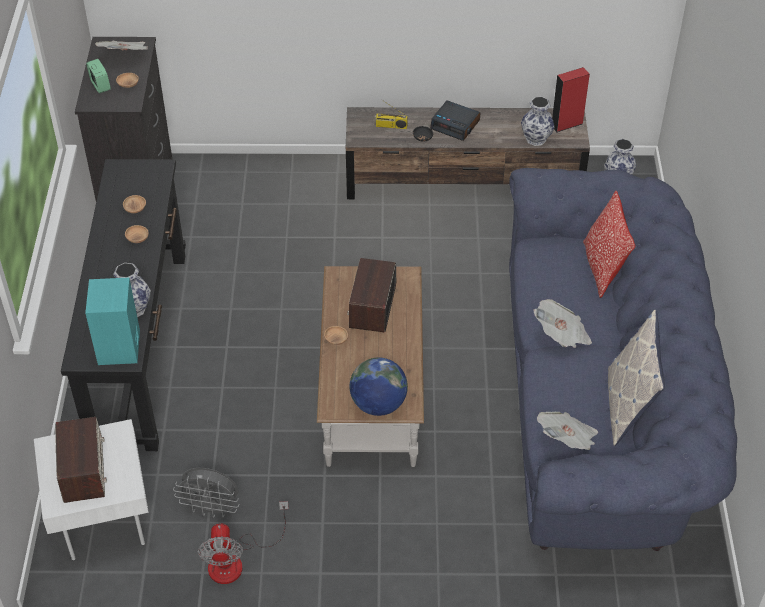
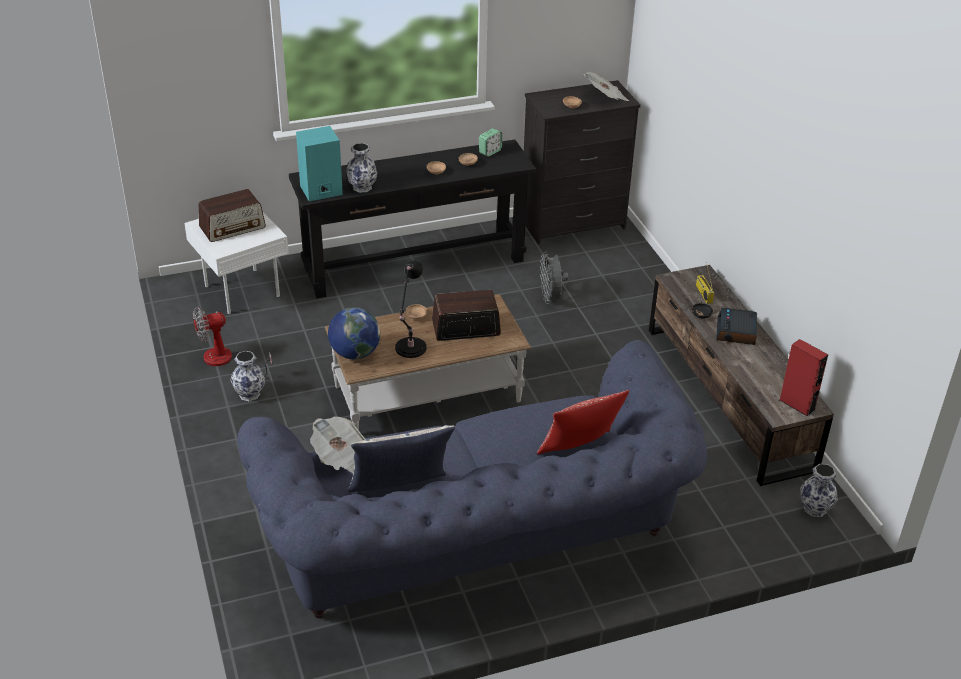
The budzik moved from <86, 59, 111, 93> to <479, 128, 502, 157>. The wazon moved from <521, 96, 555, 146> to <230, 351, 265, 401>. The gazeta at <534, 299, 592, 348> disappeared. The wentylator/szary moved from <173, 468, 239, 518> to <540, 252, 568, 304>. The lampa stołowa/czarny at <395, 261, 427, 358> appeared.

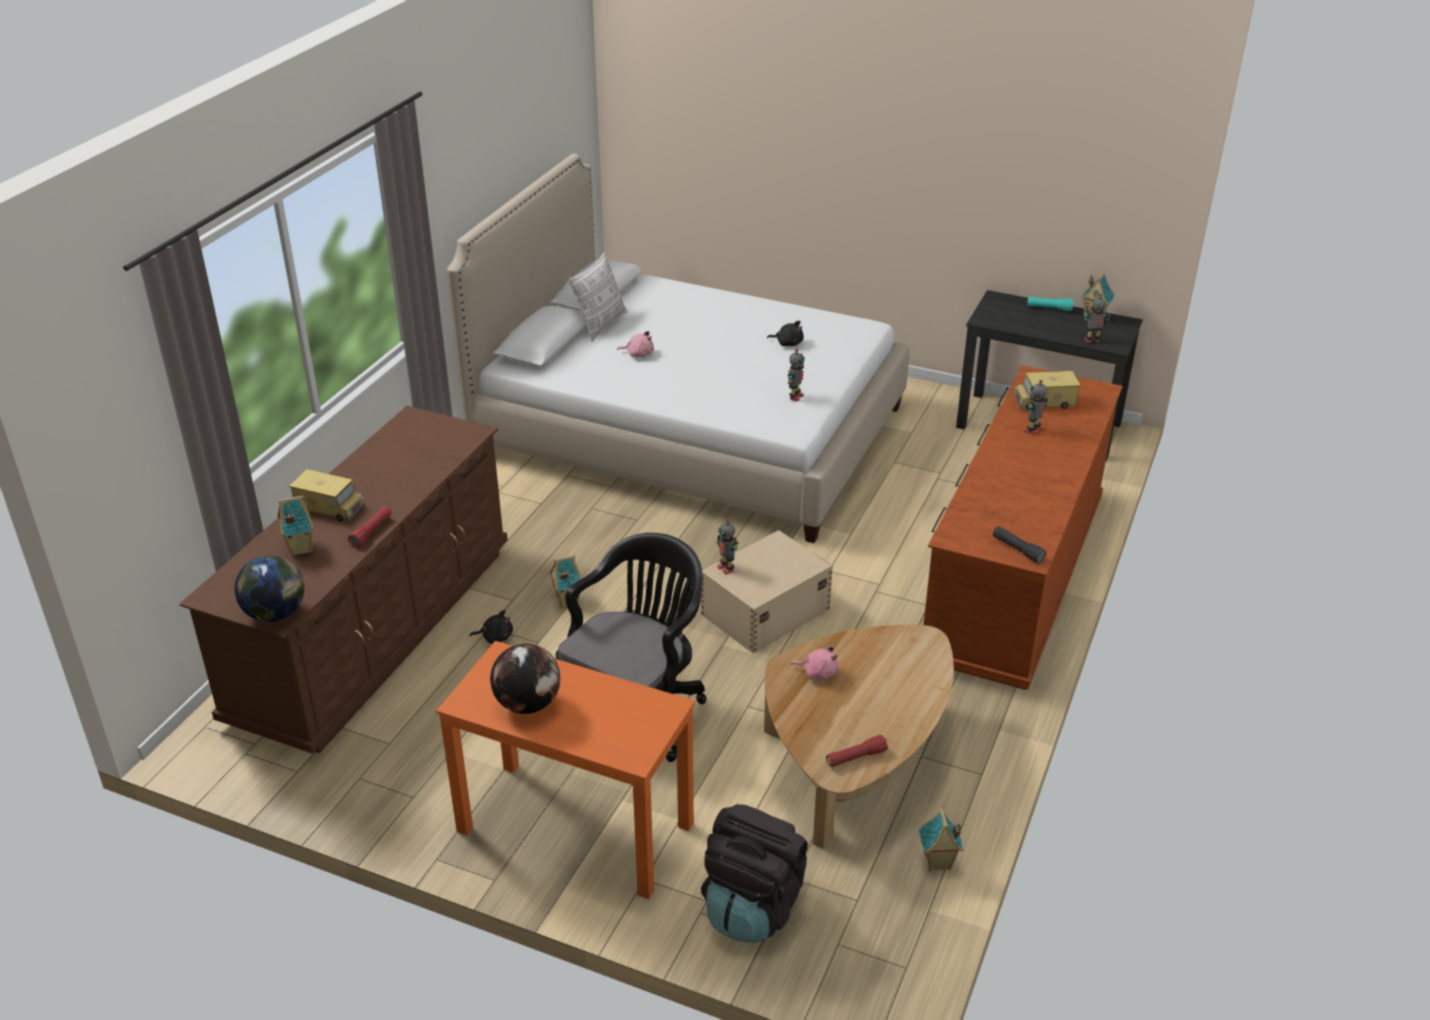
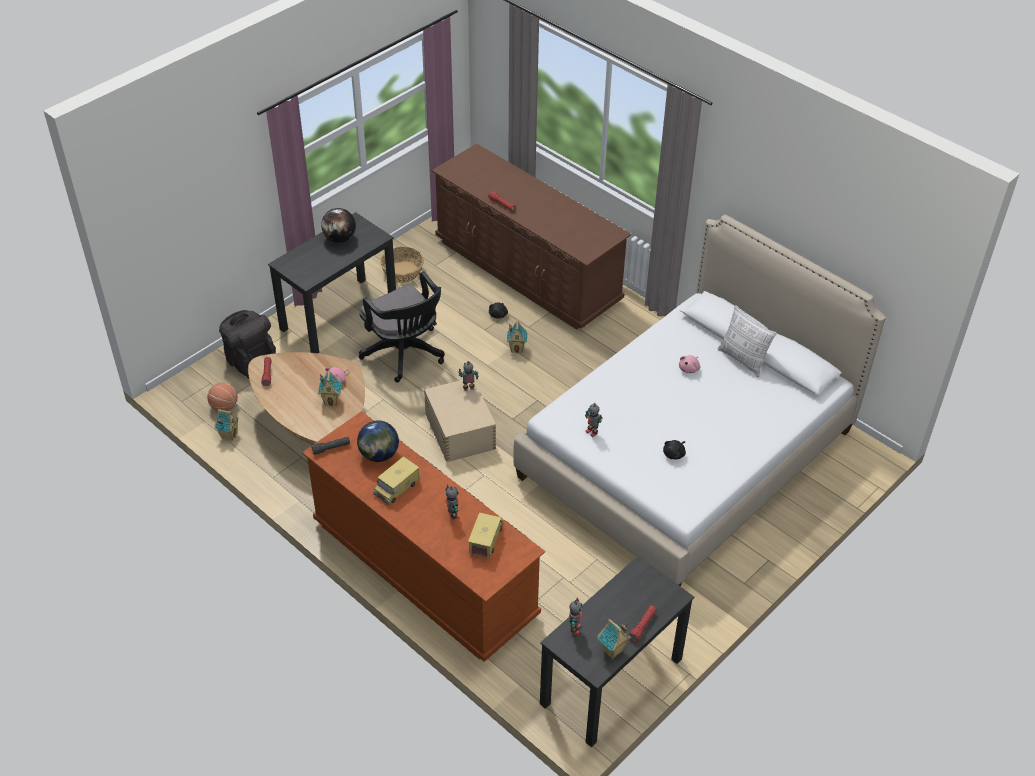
The latarka/turkusowy at <1027, 297, 1073, 311> became the latarka/czerwony at <629, 605, 657, 642>. The ciężarówka zabawkowa moved from <289, 469, 365, 521> to <373, 456, 420, 505>. The domek moved from <277, 496, 314, 556> to <318, 370, 342, 406>. The globus moved from <235, 555, 304, 622> to <357, 421, 399, 462>. The biurko/pomarańczowy at <436, 641, 695, 899> became the biurko/czarny at <268, 212, 396, 353>. The koszyk at <380, 247, 424, 283> appeared. The piłka do koszykówki at <207, 382, 238, 411> appeared.

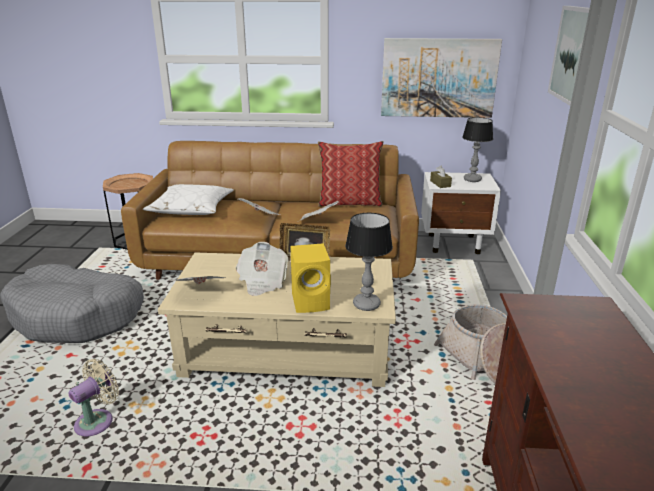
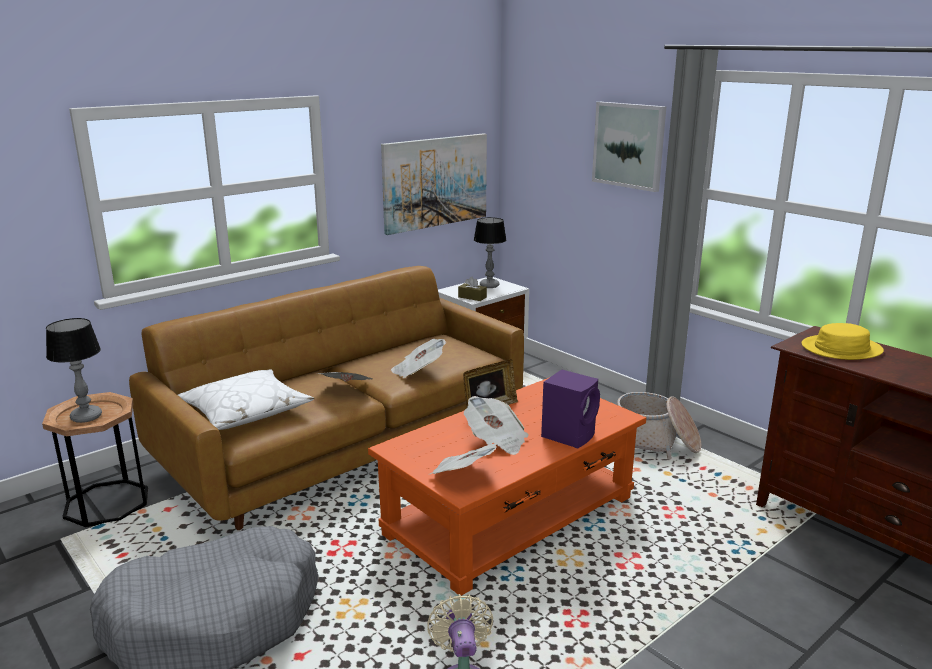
The poduszka at <318, 141, 384, 207> disappeared. The lampa stołowa moved from <345, 213, 393, 311> to <46, 318, 102, 423>. The głośnik/żółty at <290, 243, 331, 313> became the głośnik/fioletowy at <541, 370, 600, 449>. The ława/beżowy at <158, 253, 396, 387> became the ława/pomarańczowy at <368, 377, 646, 596>. The kapelusz/żółty at <802, 323, 884, 360> appeared.

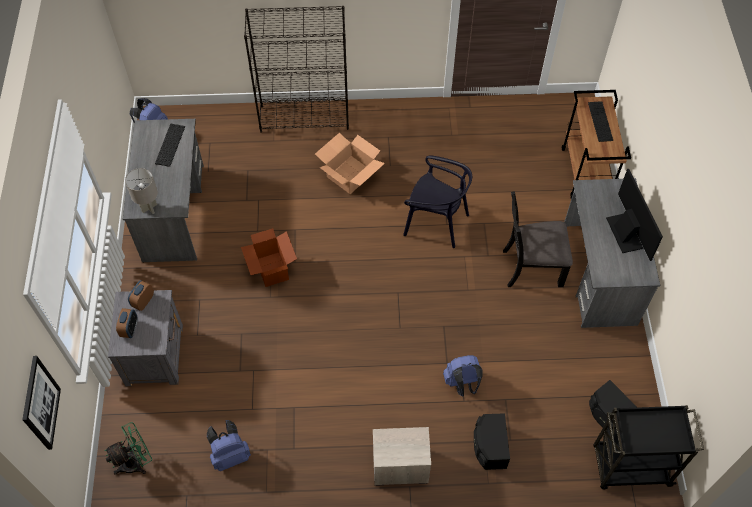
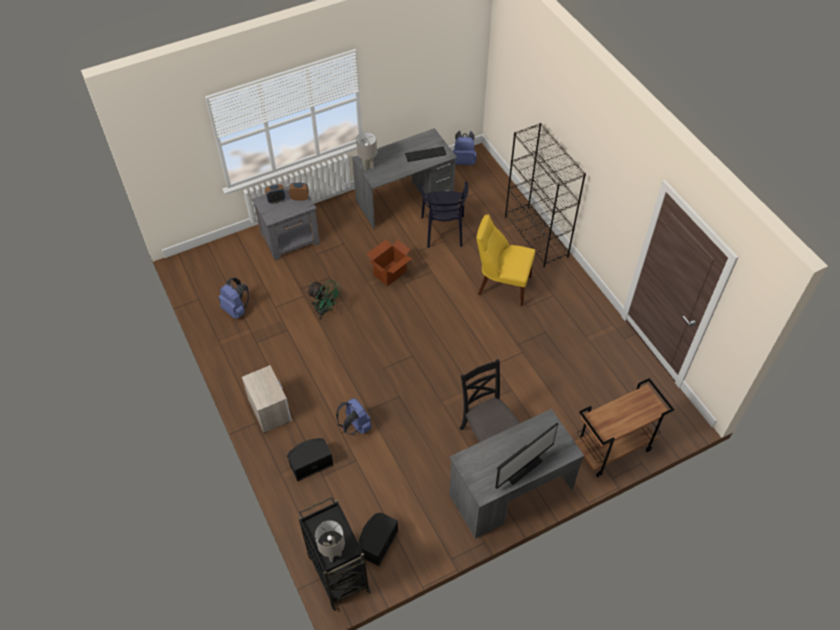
The klawiatura at <588, 101, 613, 142> disappeared. The karton at <315, 133, 385, 194> was replaced by the krzesło/żółty at <476, 215, 535, 306>. The krzesło/czarny moved from <403, 155, 472, 248> to <420, 181, 468, 248>. The obraz at <22, 356, 61, 450> disappeared. The wentylator/zielony moved from <105, 422, 152, 475> to <307, 280, 342, 320>. The lampa stołowa/szary at <315, 520, 345, 562> appeared.

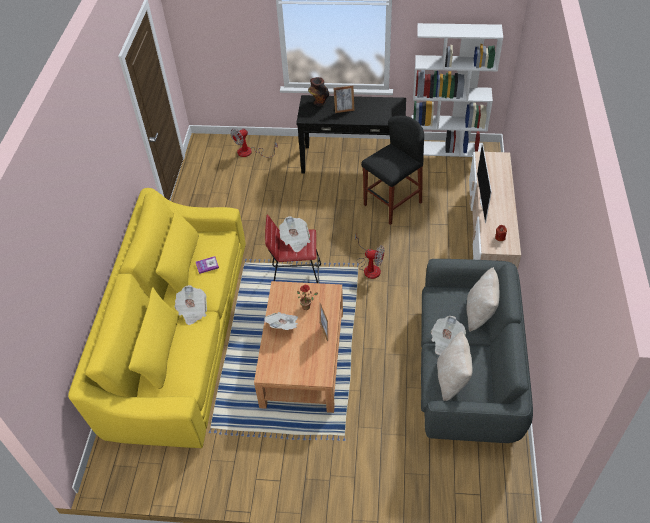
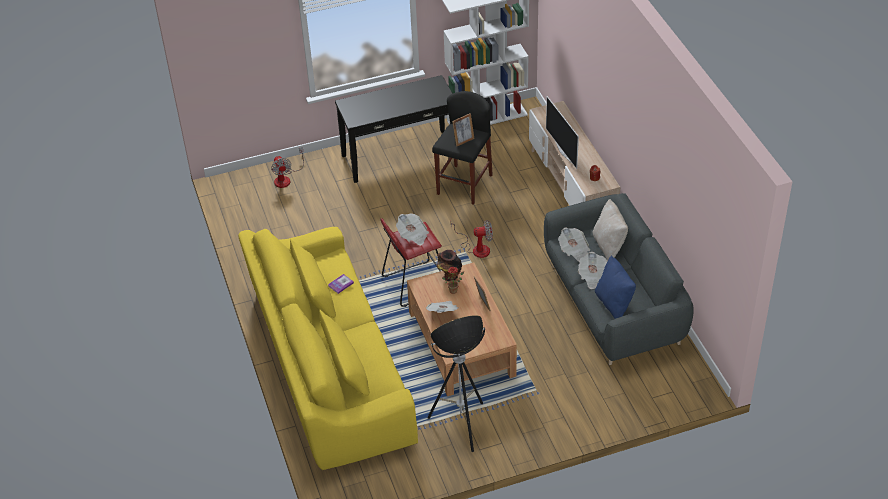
The wazon moved from <308, 77, 329, 106> to <437, 250, 462, 281>. The ramka na zdjęcie moved from <333, 85, 355, 113> to <452, 113, 475, 147>. The wentylator at <230, 129, 278, 158> turned 45 degrees counterclockwise. The gazeta moved from <175, 285, 207, 325> to <558, 227, 590, 262>. The poduszka/beżowy at <437, 331, 472, 401> became the poduszka/niebieski at <595, 256, 636, 319>. The lampa stojąca at <427, 315, 485, 452> appeared.

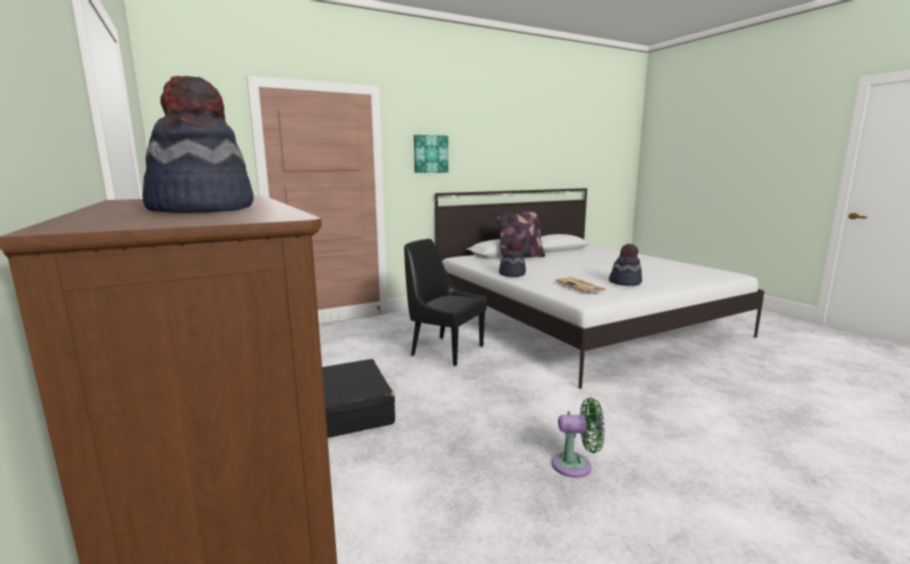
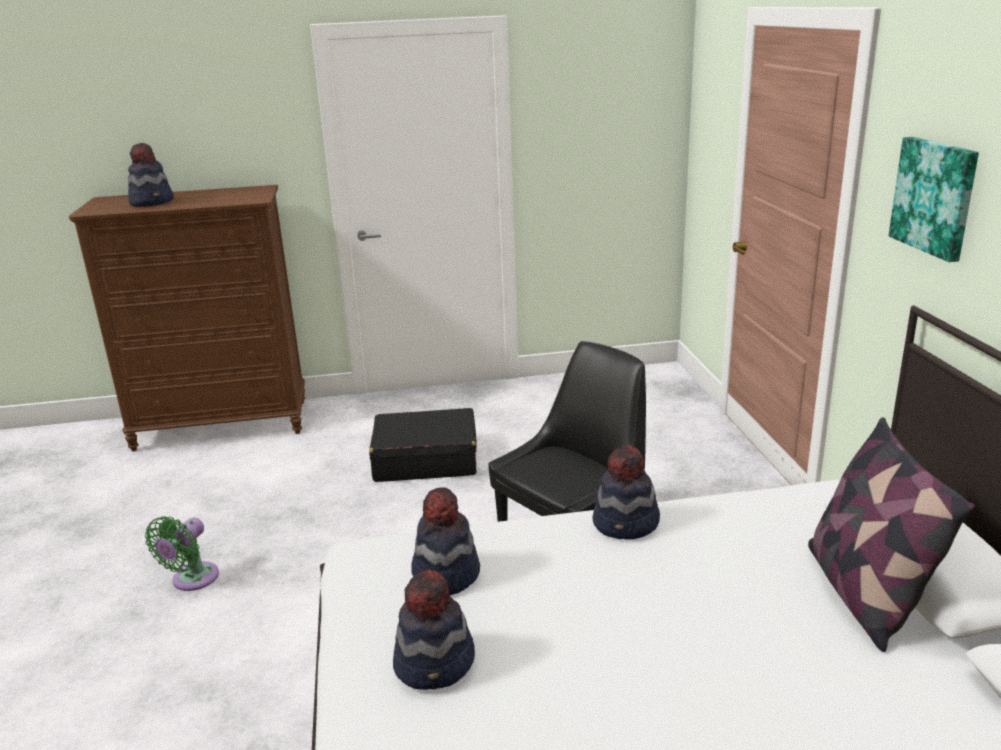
The gazeta at <555, 277, 607, 293> was replaced by the kapelusz at <411, 487, 480, 596>.

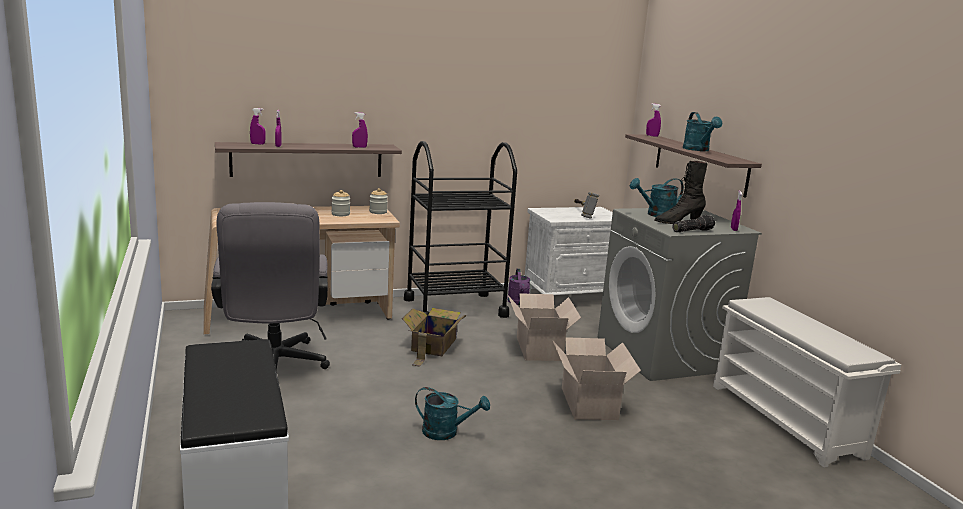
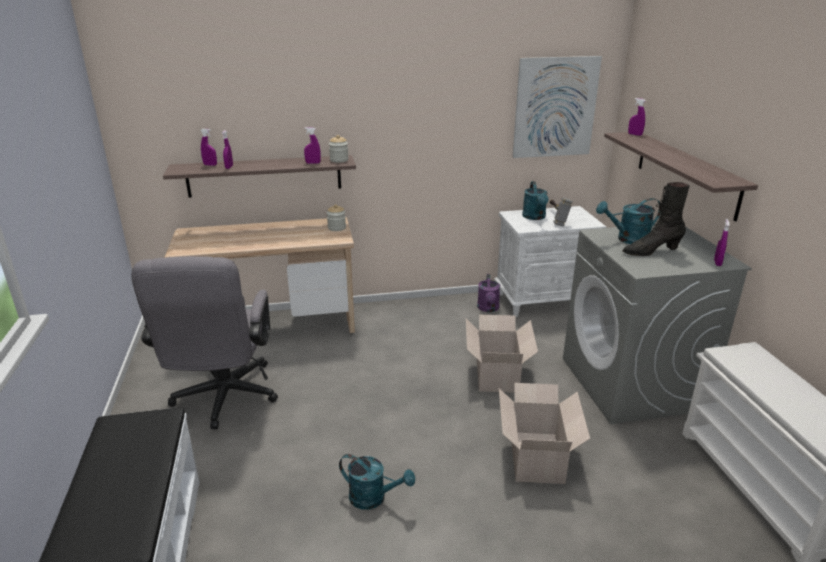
The konewka/turkusowy moved from <683, 112, 722, 151> to <522, 181, 549, 220>. The wózek/czarny at <404, 141, 517, 318> disappeared. The słoik moved from <331, 190, 350, 216> to <329, 135, 348, 163>. The latarka at <673, 215, 715, 232> disappeared. The karton at <402, 308, 466, 367> disappeared. The obraz at <513, 56, 602, 158> appeared.

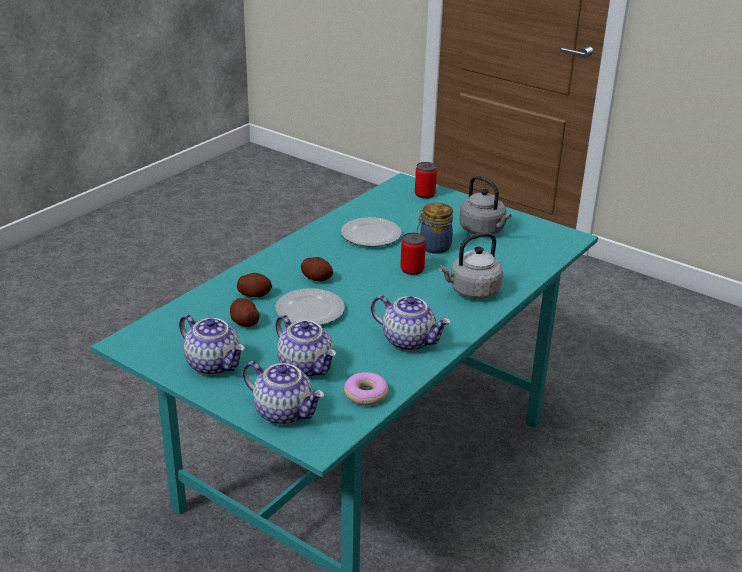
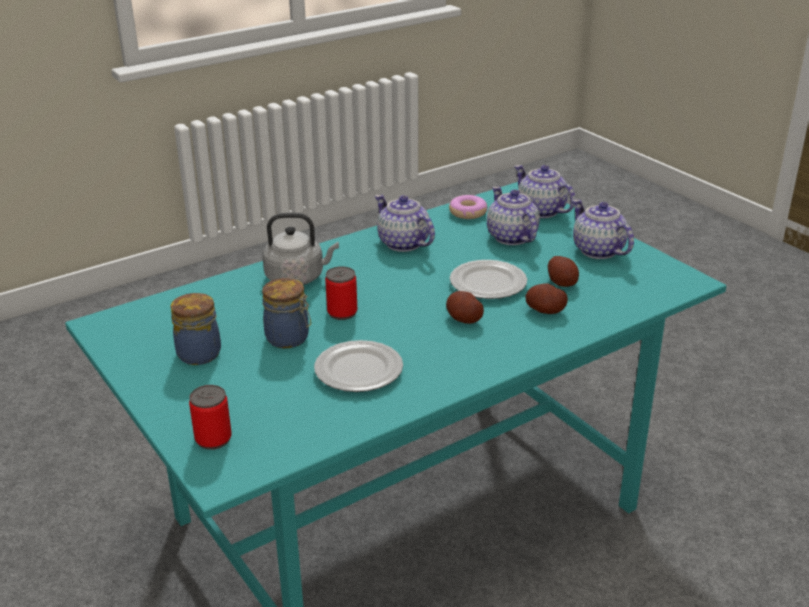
The czajnik/szary at <459, 176, 512, 234> was replaced by the słoik at <170, 293, 221, 365>.

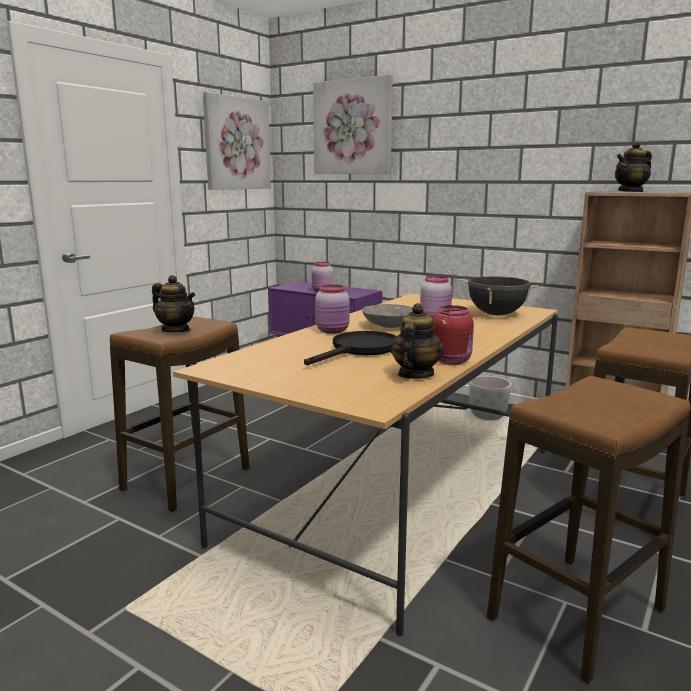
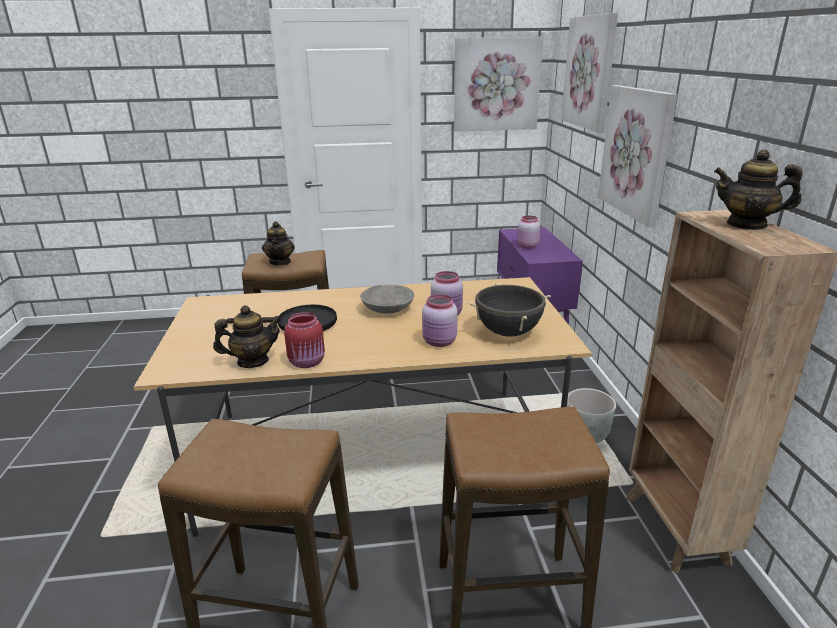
The słoik/różowy moved from <315, 284, 349, 334> to <422, 294, 458, 347>. The obraz at <598, 85, 678, 227> appeared.

